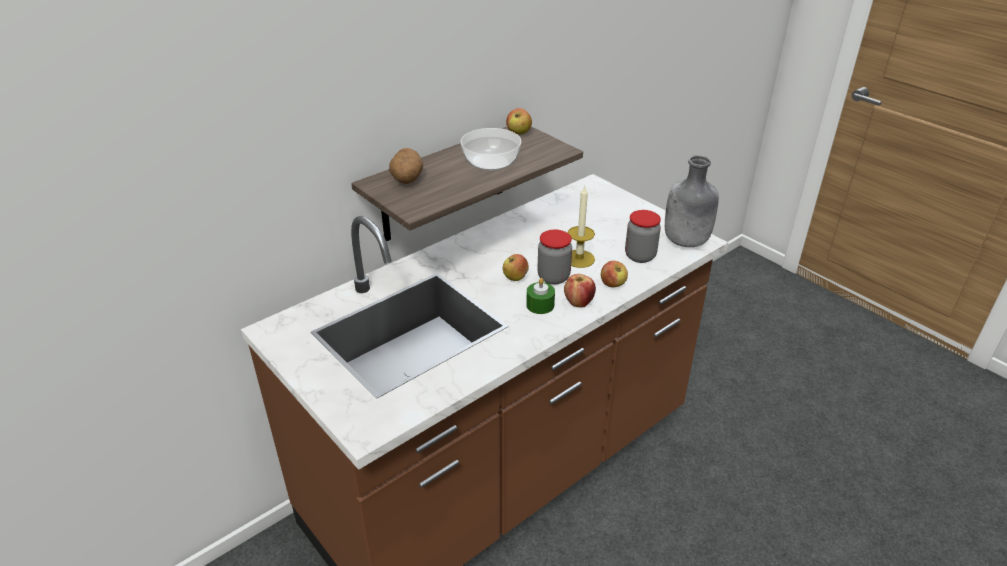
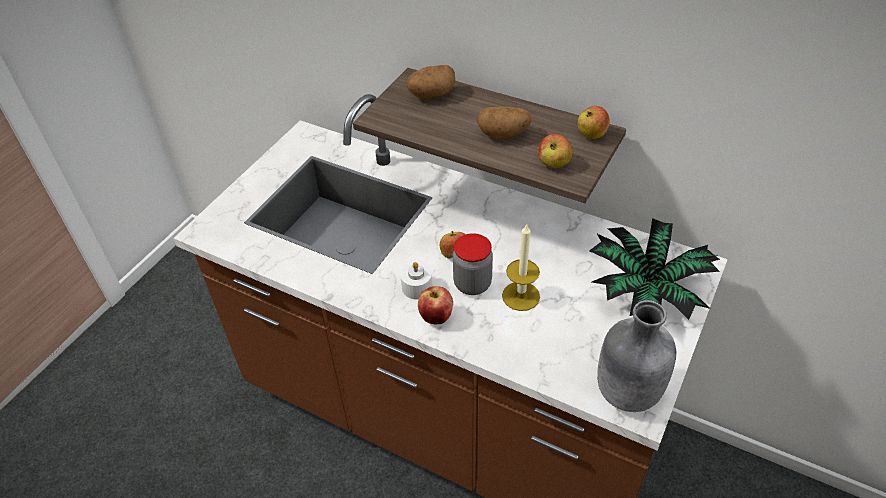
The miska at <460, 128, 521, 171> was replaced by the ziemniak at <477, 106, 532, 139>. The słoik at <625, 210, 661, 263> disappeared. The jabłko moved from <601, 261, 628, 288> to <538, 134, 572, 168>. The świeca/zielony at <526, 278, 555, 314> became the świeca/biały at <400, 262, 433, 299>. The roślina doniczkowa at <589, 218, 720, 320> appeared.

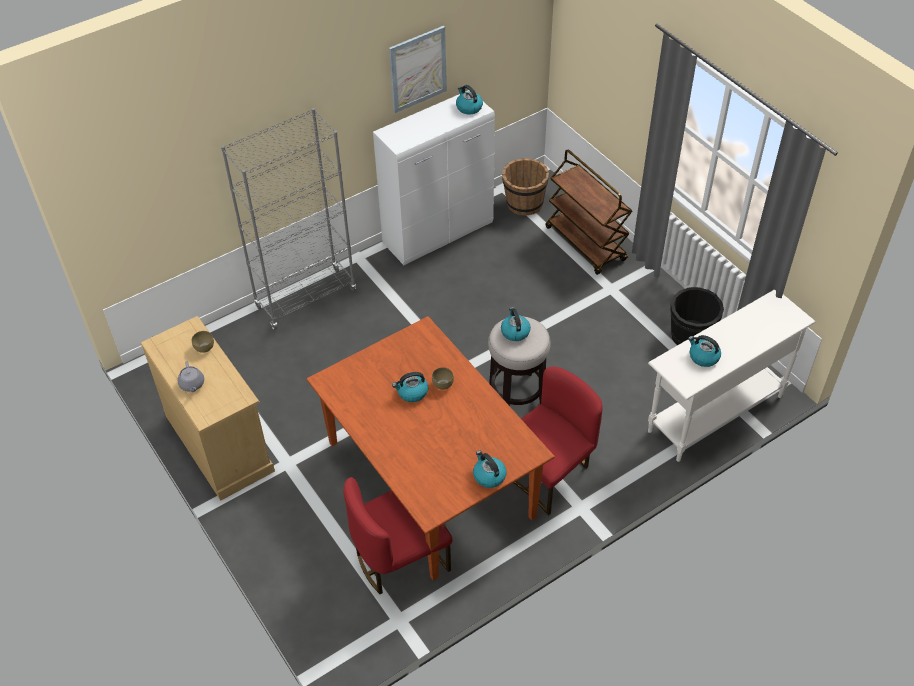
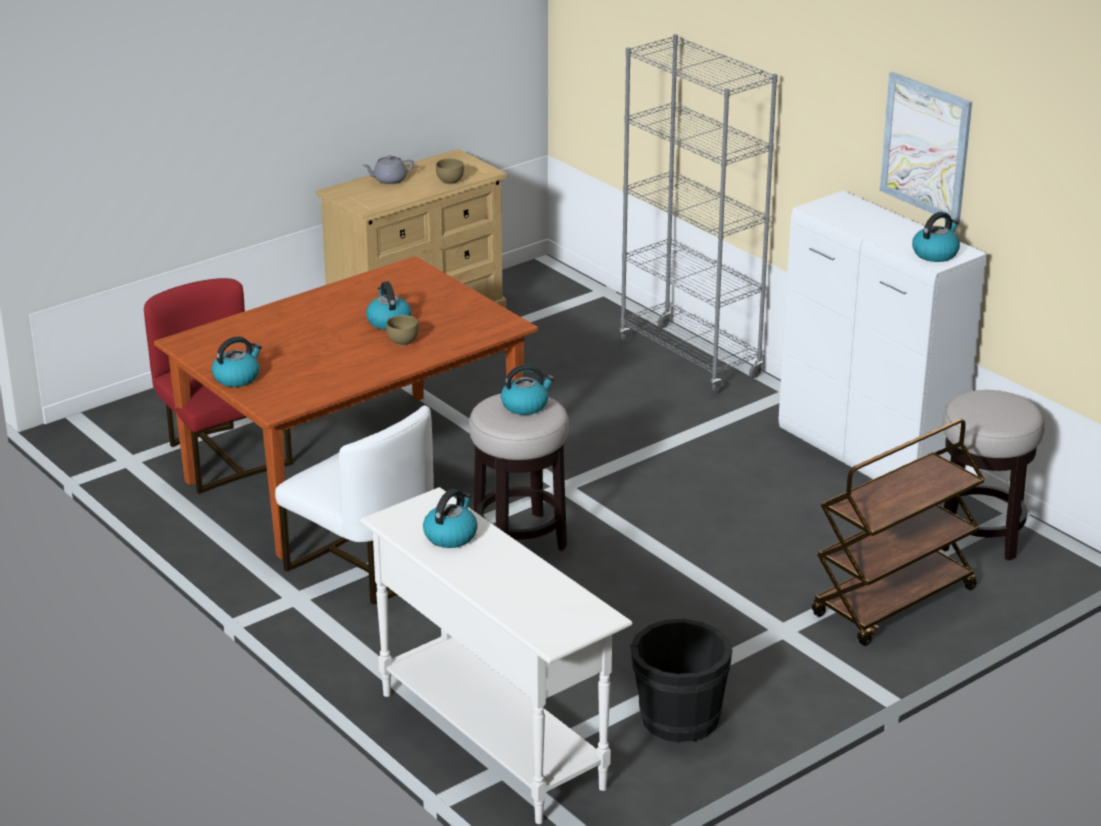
The wiadro/brązowy at <502, 158, 549, 216> was replaced by the stołek at <940, 390, 1045, 561>. The krzesło/czerwony at <513, 367, 603, 515> became the krzesło/biały at <275, 405, 434, 605>.

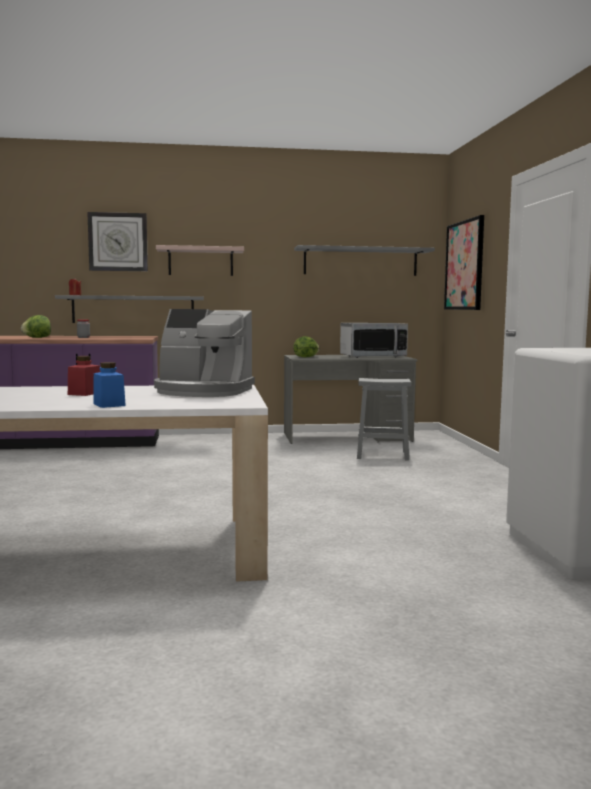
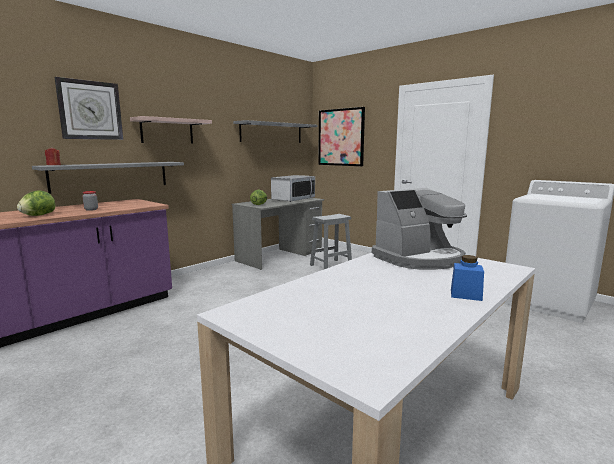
The słoik/czerwony at <68, 356, 100, 396> disappeared.

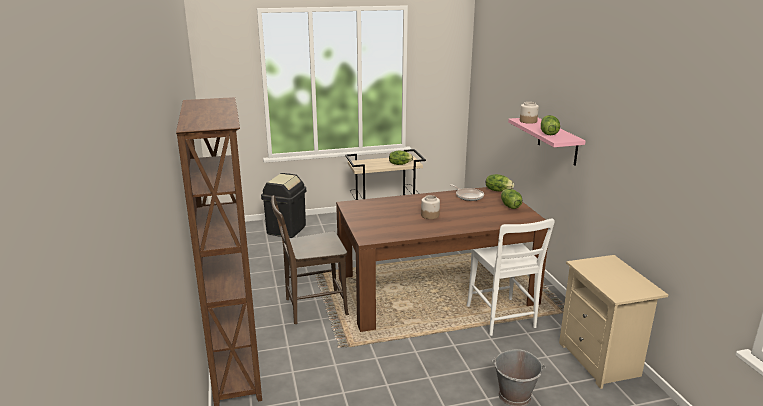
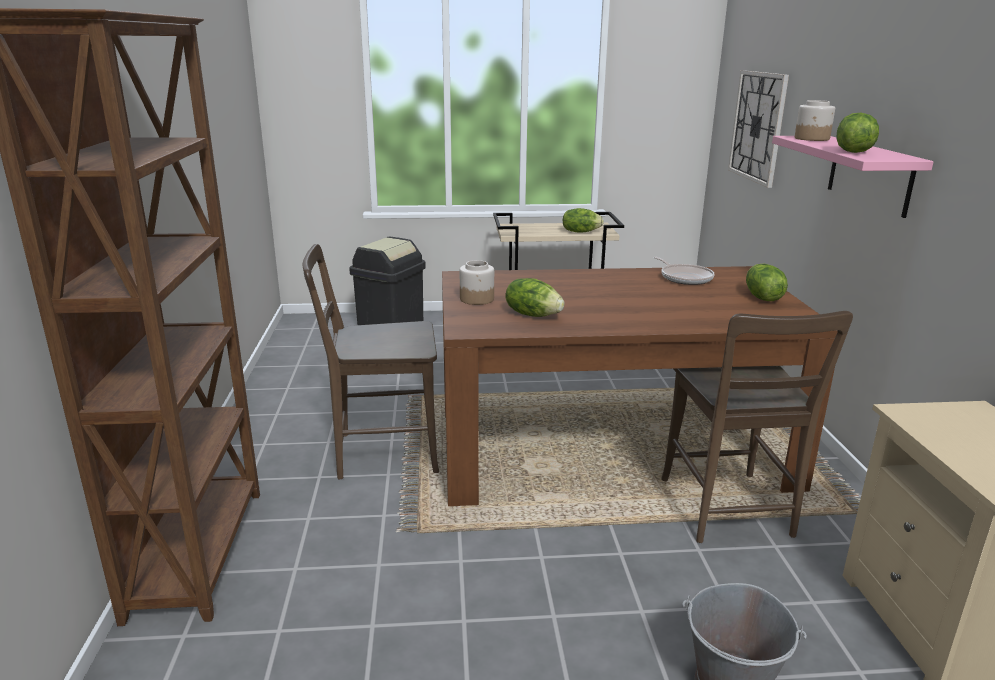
The sałata moved from <486, 174, 514, 192> to <506, 278, 564, 317>. The słoik moved from <421, 195, 440, 219> to <460, 260, 494, 305>. The krzesło/biały at <466, 219, 555, 336> became the krzesło/brązowy at <661, 311, 853, 543>. The zegar ścienny at <728, 70, 789, 188> appeared.

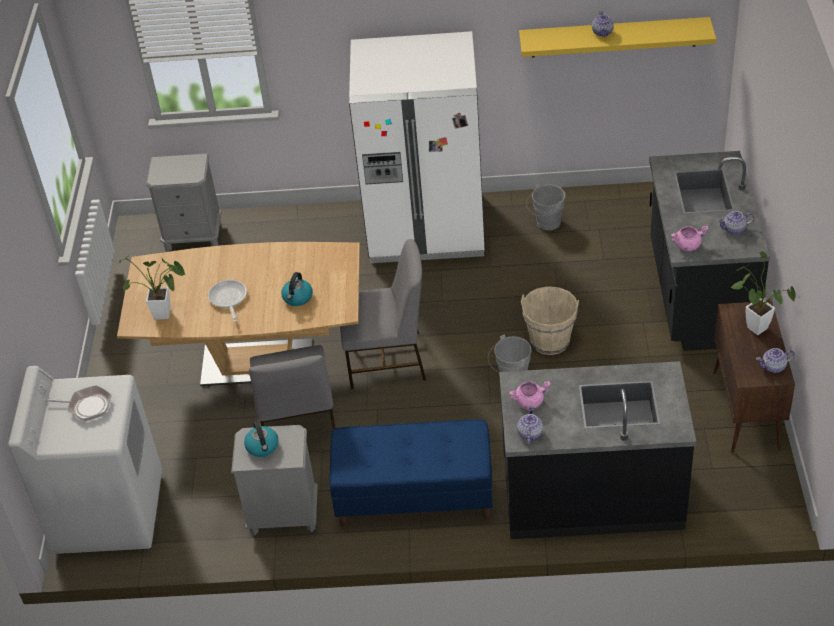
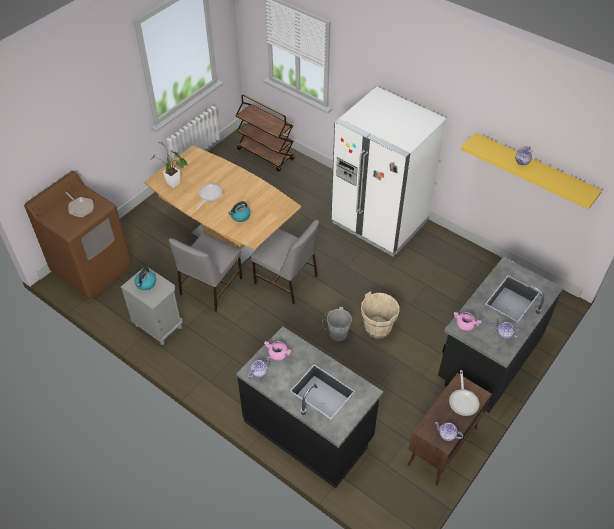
The szafka nocna/szary at <146, 154, 221, 252> was replaced by the wózek/brązowy at <235, 94, 295, 172>. The wiadro/szary at <526, 184, 566, 230> disappeared. The roślina doniczkowa at <731, 251, 795, 335> was replaced by the patelnia at <449, 370, 479, 416>. The pralka/biały at <8, 366, 162, 554> became the pralka/brązowy at <24, 171, 131, 299>. The ławka/niebieski at <330, 419, 493, 527> disappeared.

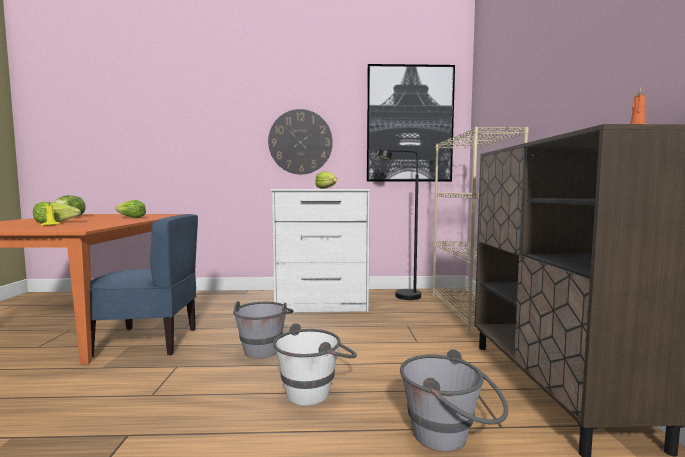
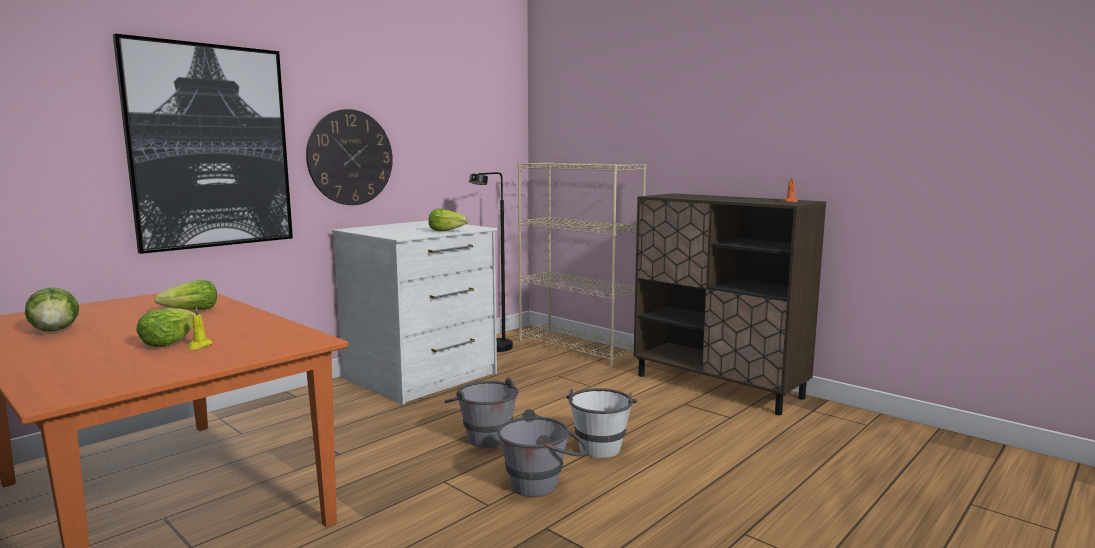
The obraz moved from <367, 64, 455, 182> to <113, 34, 293, 254>. The krzesło/niebieski at <90, 214, 198, 357> disappeared. The wiadro/szary moved from <400, 349, 508, 452> to <497, 409, 589, 497>.

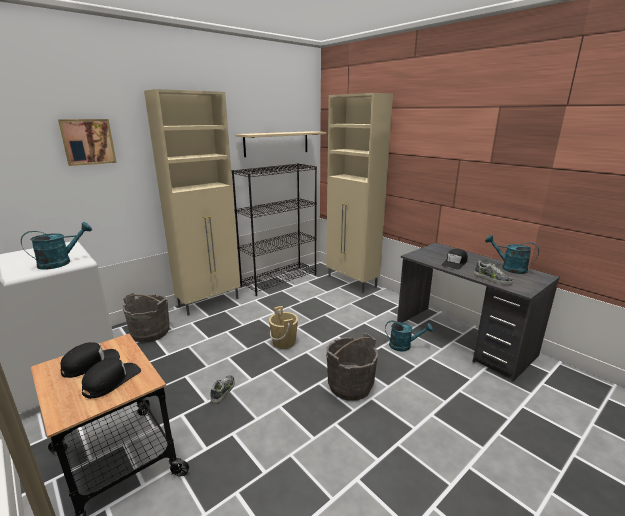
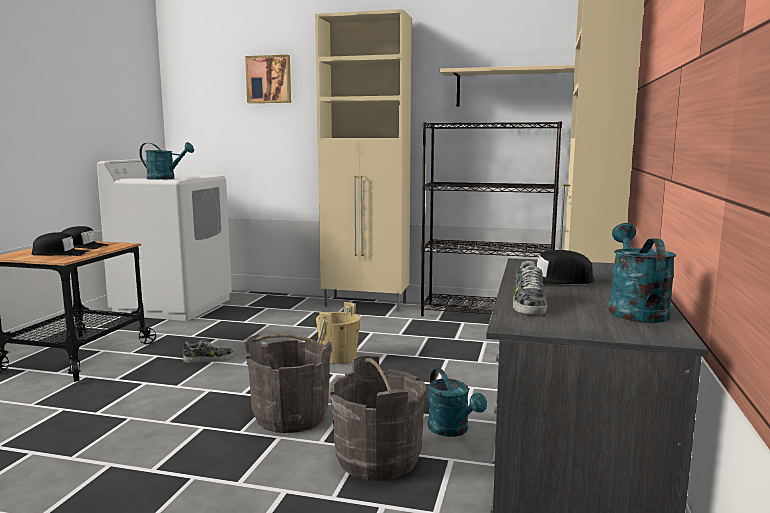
The wiadro/szary moved from <123, 293, 170, 343> to <330, 356, 426, 481>.

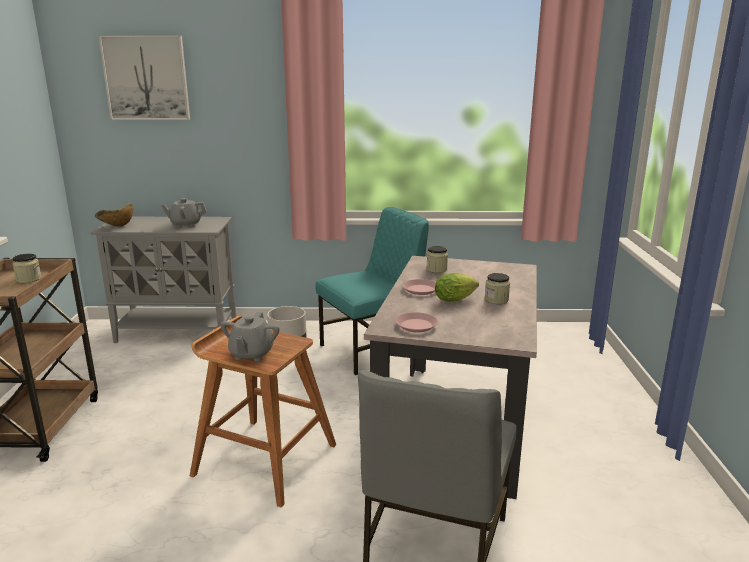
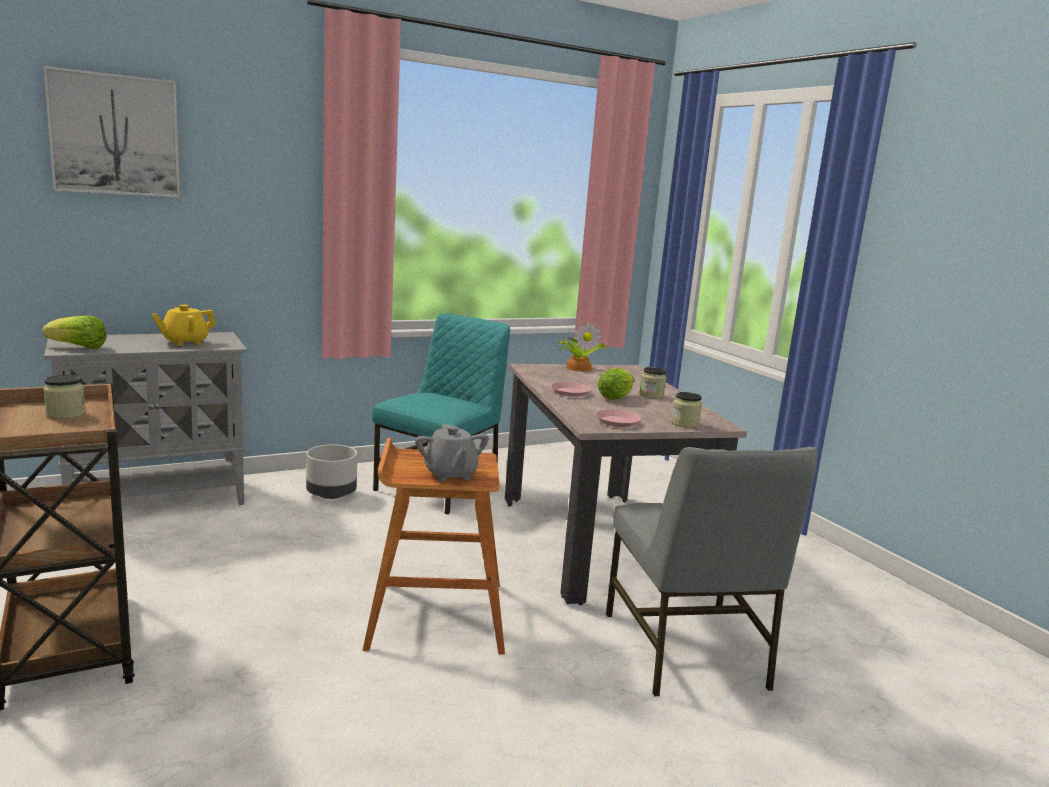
The imbryk/szary at <161, 198, 207, 228> became the imbryk/żółty at <151, 305, 216, 346>. The miska at <95, 203, 133, 227> was replaced by the sałata at <42, 315, 107, 349>. The słoik moved from <426, 246, 448, 273> to <671, 392, 702, 428>. The roślina doniczkowa at <558, 322, 607, 372> appeared.

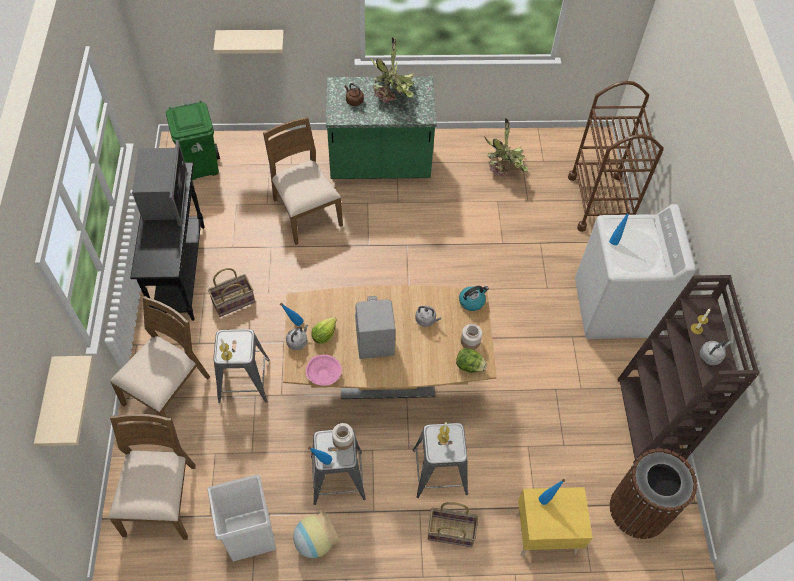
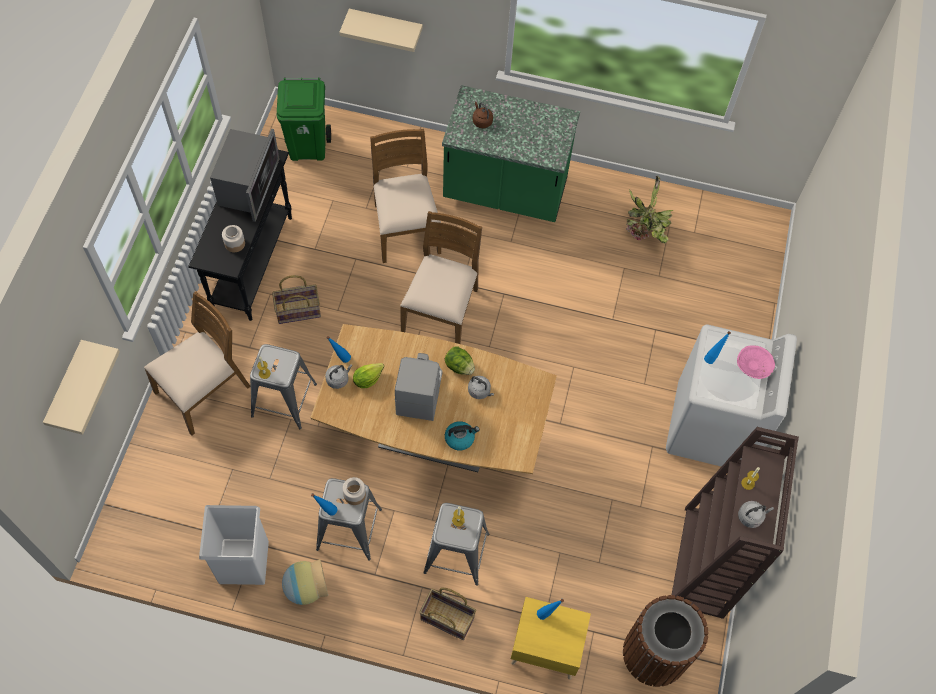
The roślina doniczkowa at <370, 37, 415, 103> disappeared. The wózek/brązowy at <568, 81, 664, 232> disappeared. The czajnik moved from <459, 286, 489, 311> to <445, 421, 480, 451>. The słoik moved from <461, 324, 482, 350> to <222, 225, 245, 252>. The sałata moved from <456, 348, 487, 373> to <445, 346, 475, 375>. The miska/różowy moved from <306, 355, 342, 386> to <737, 345, 775, 379>. The krzesło/brązowy moved from <108, 414, 196, 540> to <400, 211, 482, 344>.

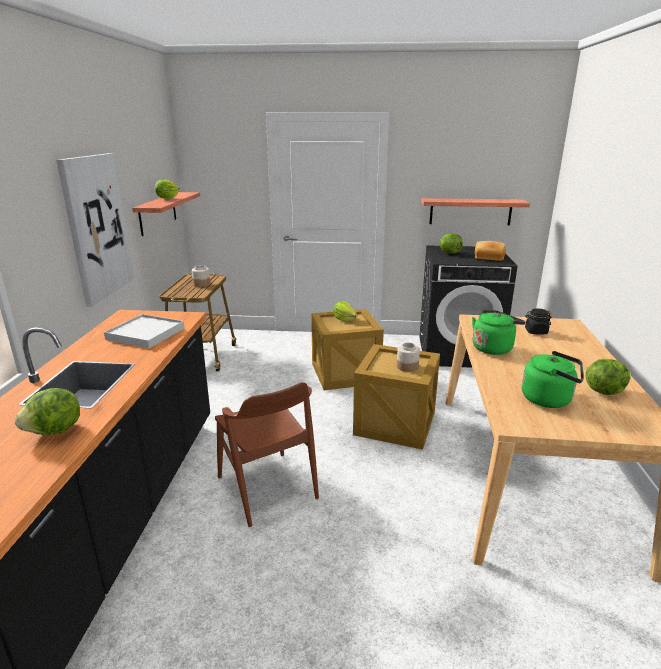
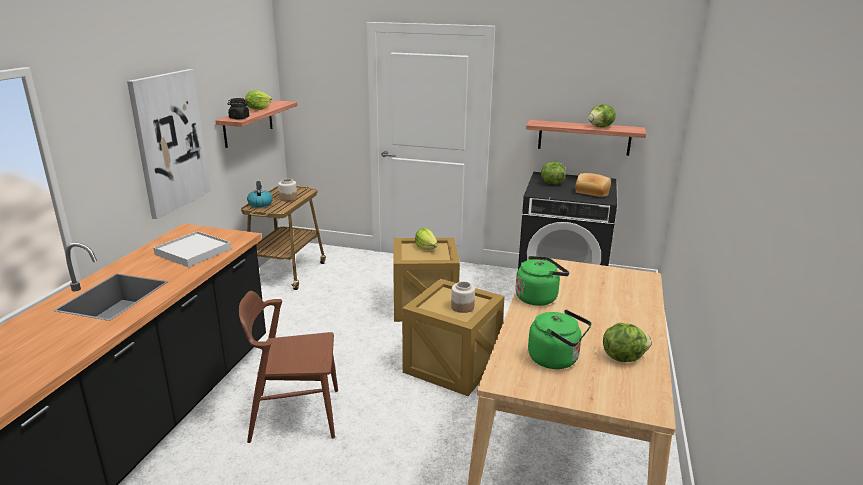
The słoik/czarny moved from <525, 308, 551, 335> to <227, 98, 250, 119>. The krzesło/brązowy at <215, 382, 319, 527> turned 105 degrees clockwise. The sałata moved from <15, 388, 80, 435> to <588, 104, 616, 127>. The czajnik at <247, 181, 273, 208> appeared.

